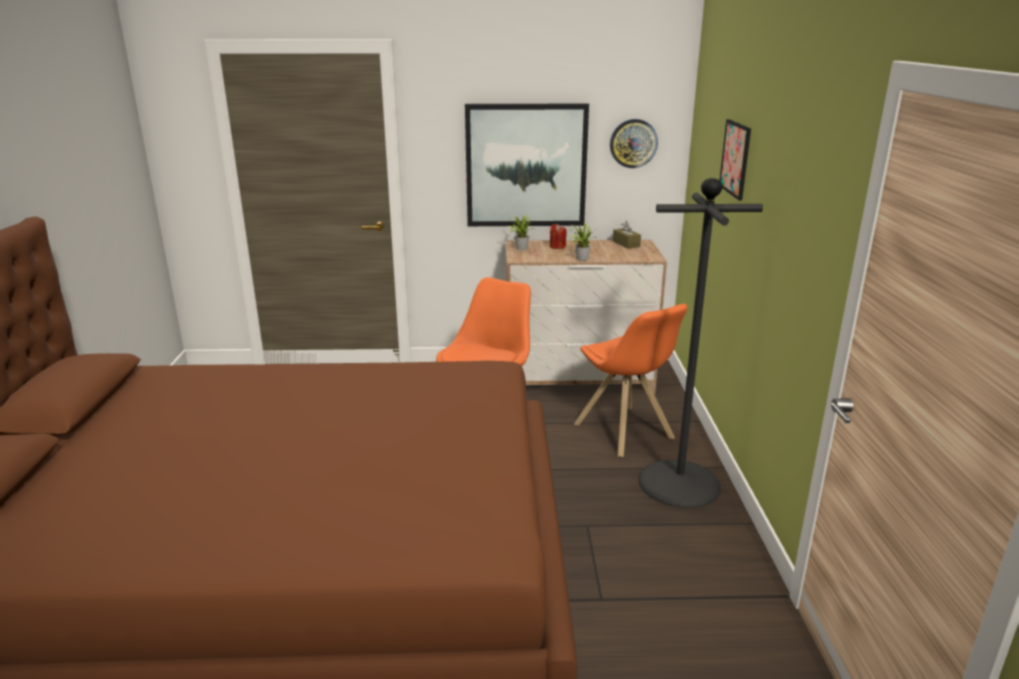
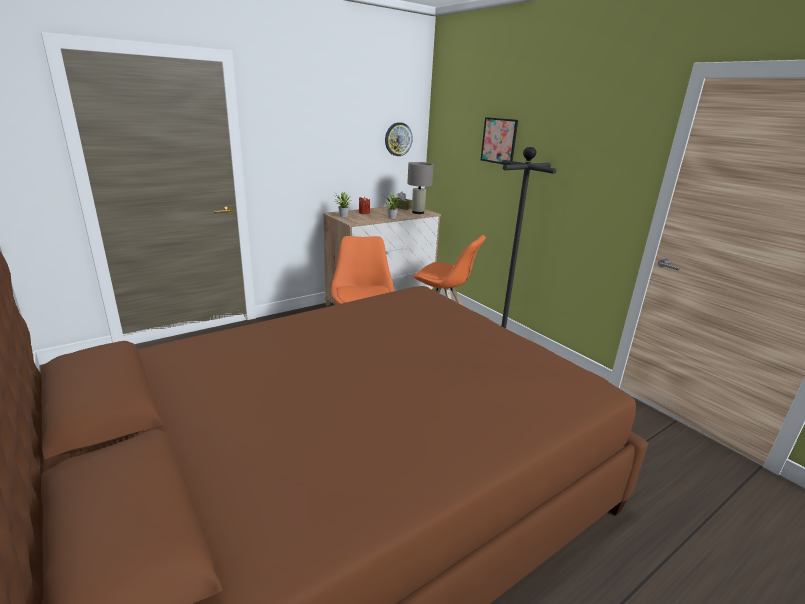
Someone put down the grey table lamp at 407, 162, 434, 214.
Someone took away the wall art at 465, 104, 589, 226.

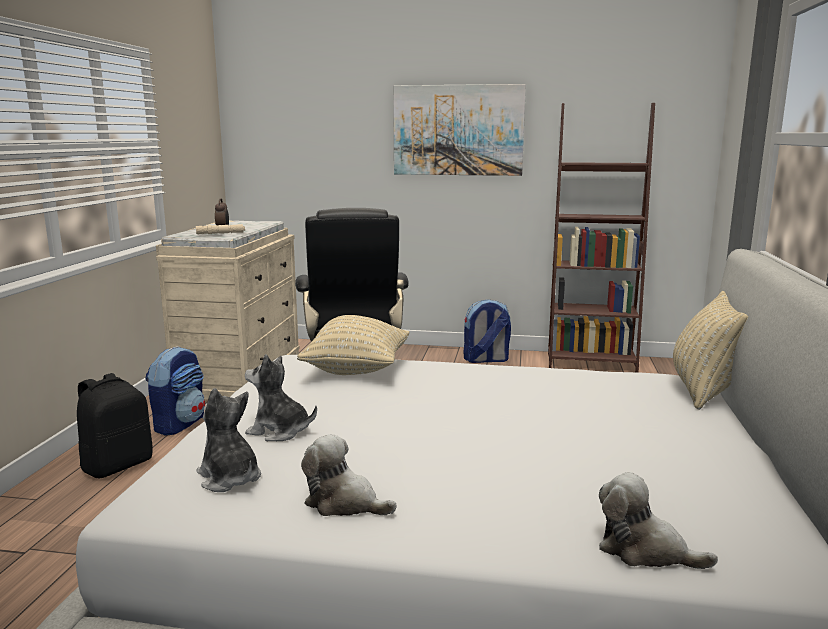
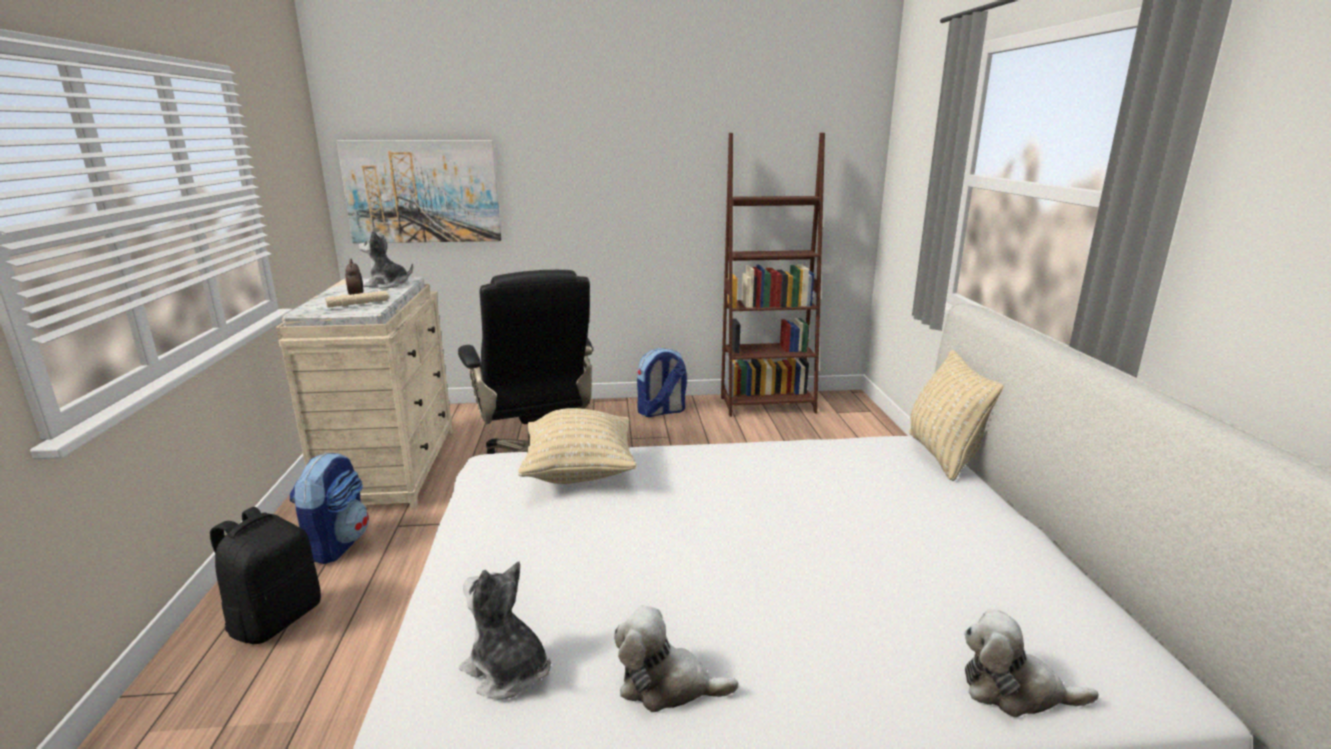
Someone carried the wall art from 393, 84, 526, 176 to 337, 140, 501, 243.
Someone carried the plush toy from 245, 354, 317, 441 to 358, 230, 413, 289.

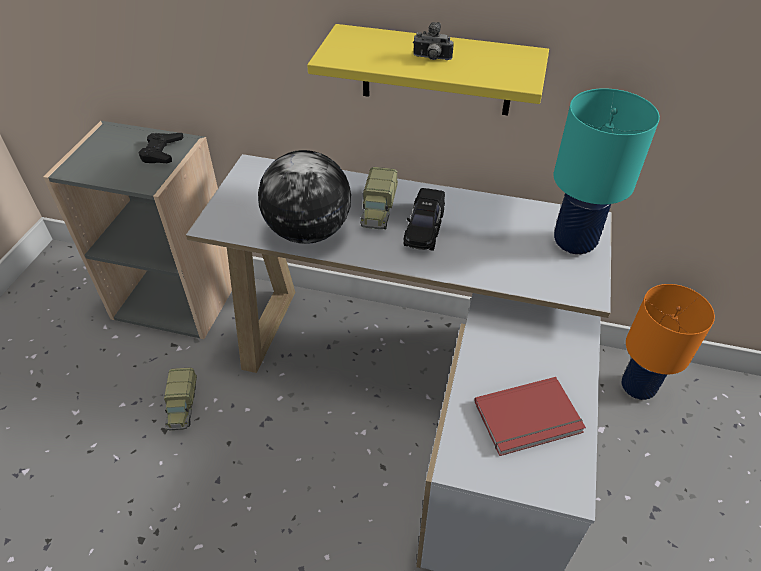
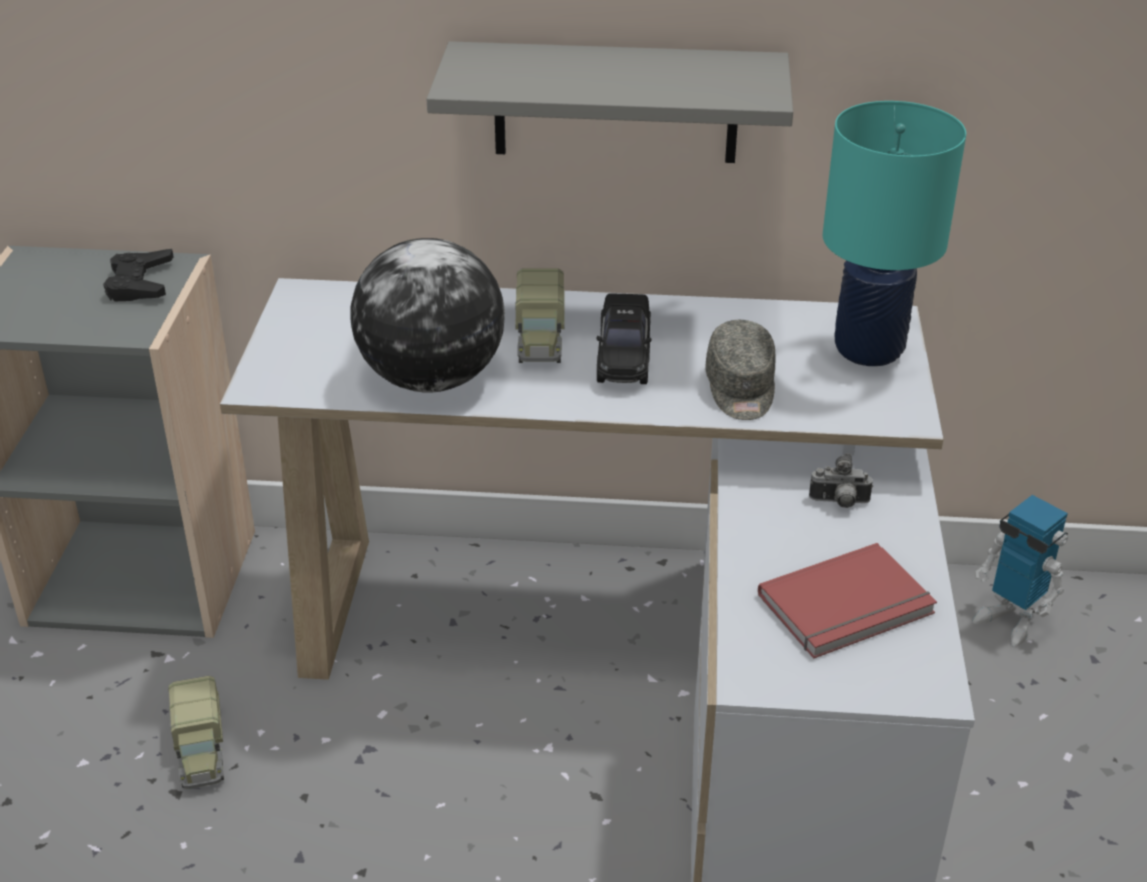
Someone repainted the yellow bracket shelf at 307, 24, 549, 116, which became the grey bracket shelf at 427, 41, 793, 163.
Someone put down the grey baseball cap at 705, 320, 775, 420.
Someone carried the still camera from 413, 22, 454, 60 to 809, 453, 873, 508.
Someone swapped the orangey table lamp at 622, 284, 715, 400 for the model robot at 973, 495, 1068, 647.

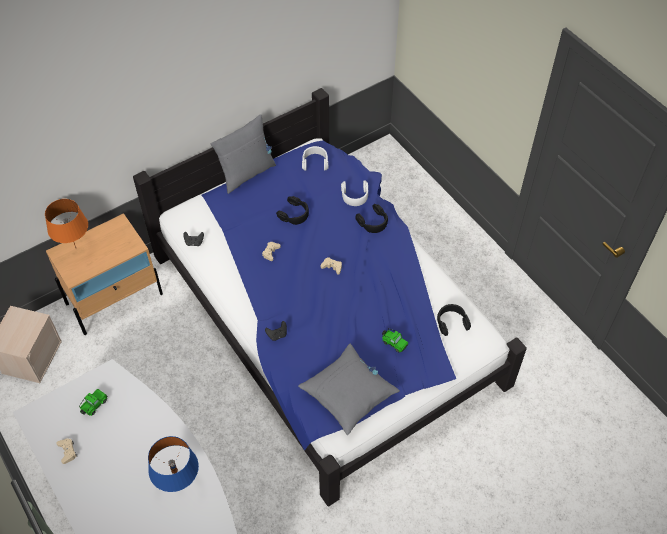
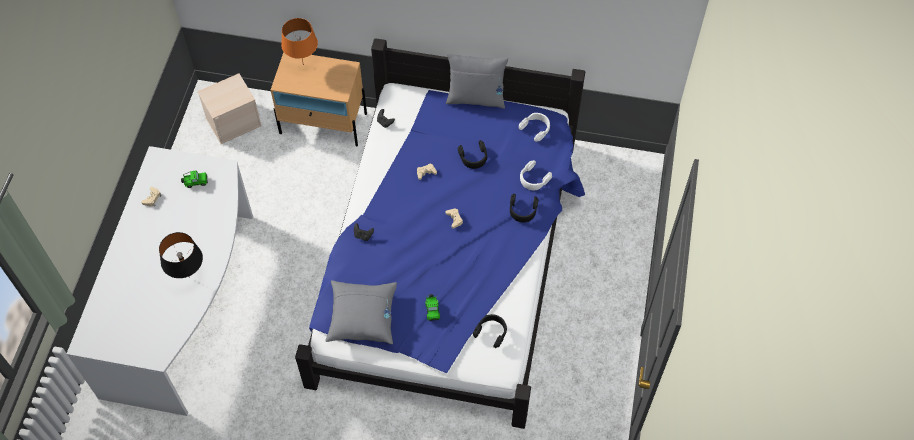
Someone repainted the blue table lamp at 148, 436, 199, 492, which became the blackish table lamp at 159, 232, 203, 278.

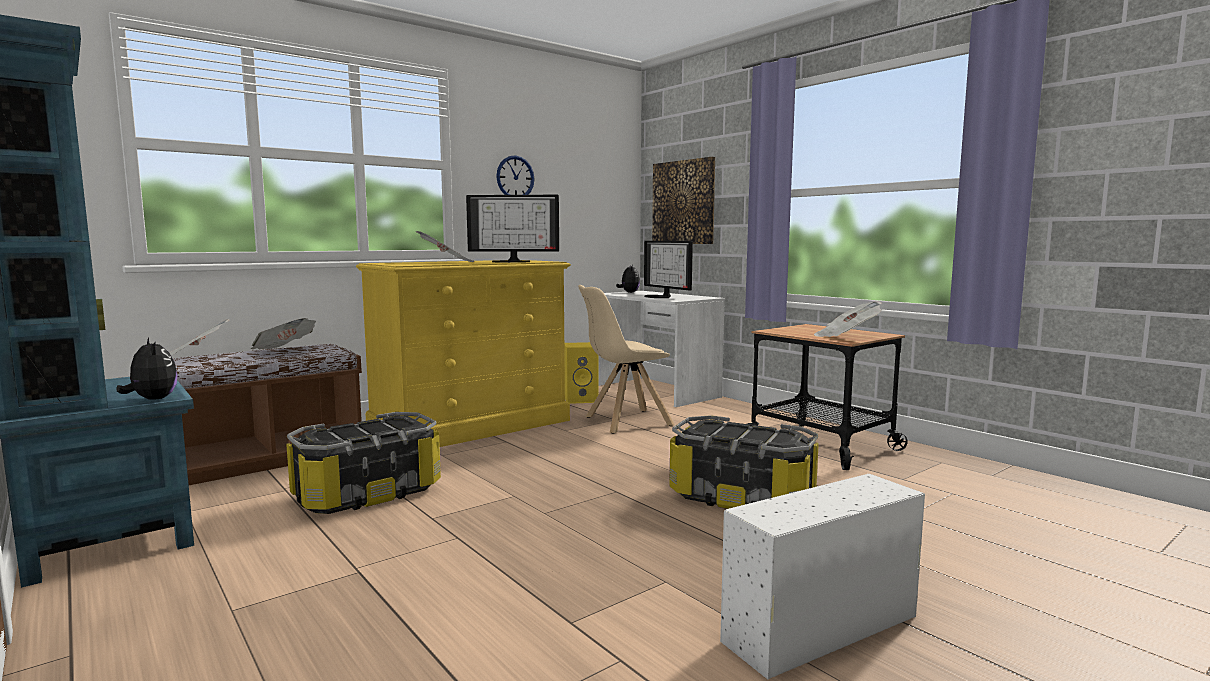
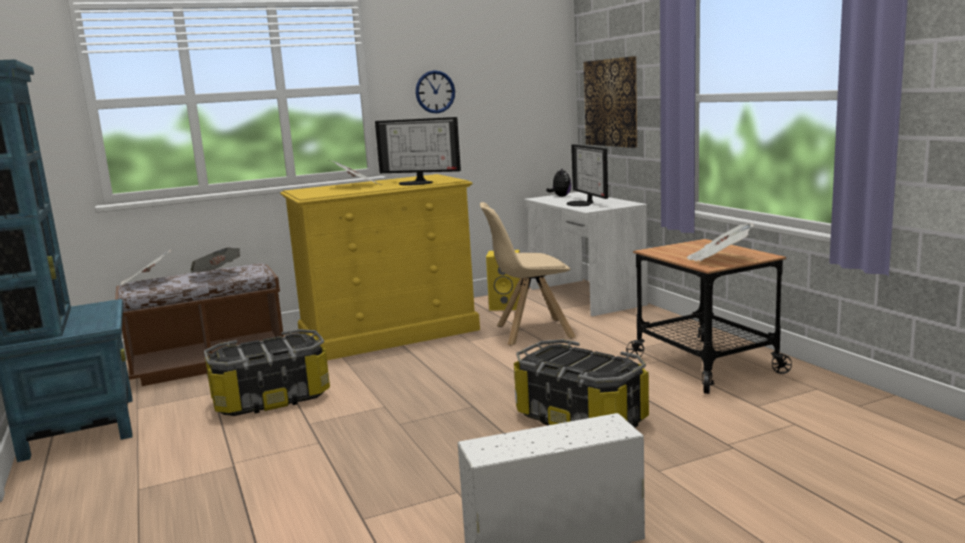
Someone took away the plush toy at 116, 338, 177, 400.

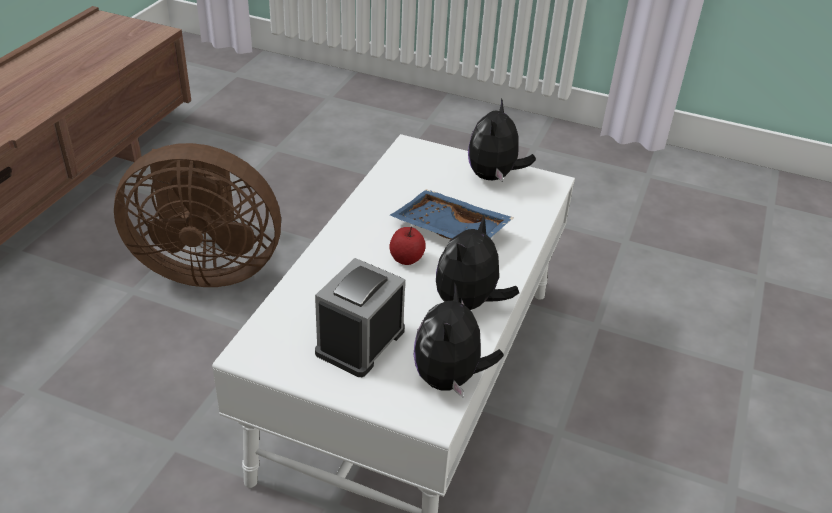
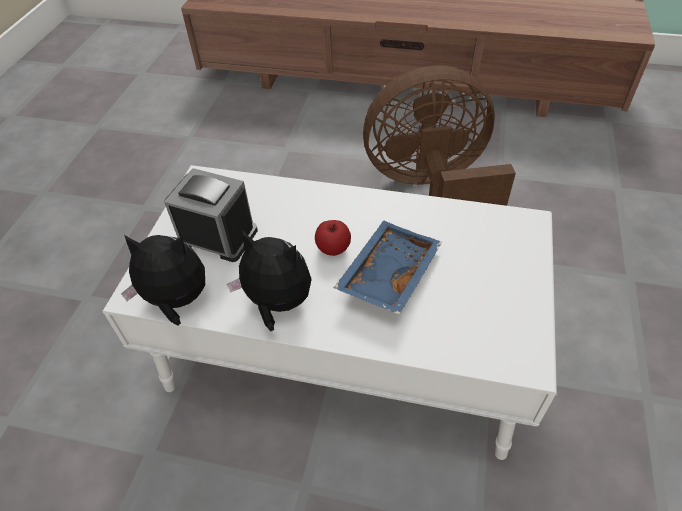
Someone rotated the brown-coloured cooling fan at 114, 143, 281, 287 by 90 degrees clockwise.
Someone took away the plush toy at 468, 98, 536, 182.

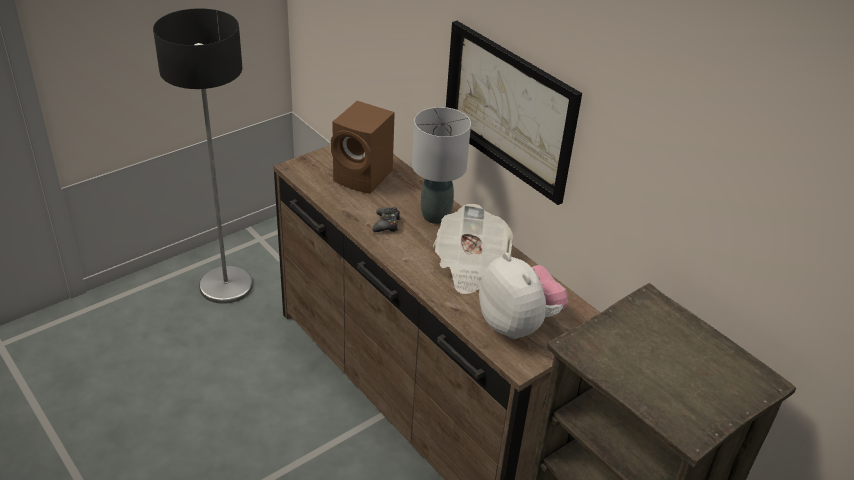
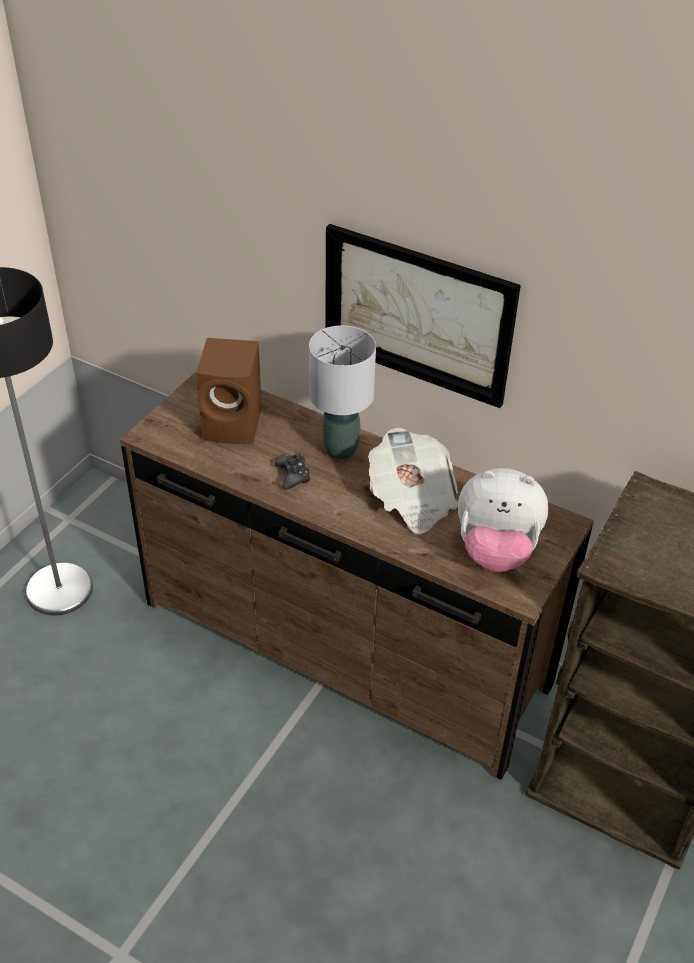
Someone rotated the plush toy at 479, 252, 568, 339 by 150 degrees clockwise.

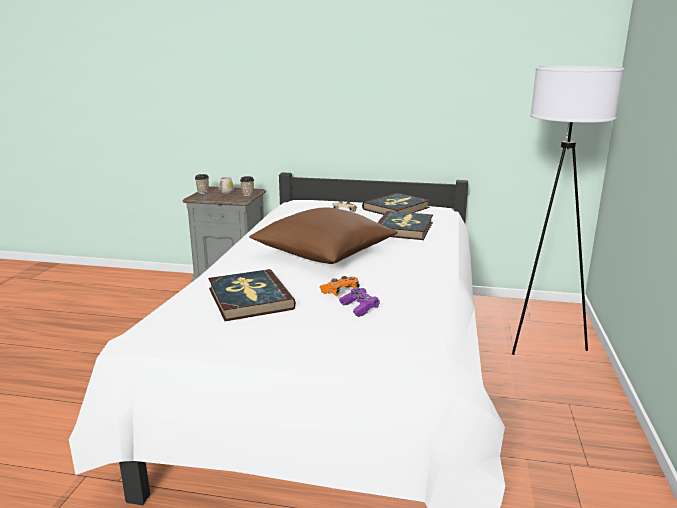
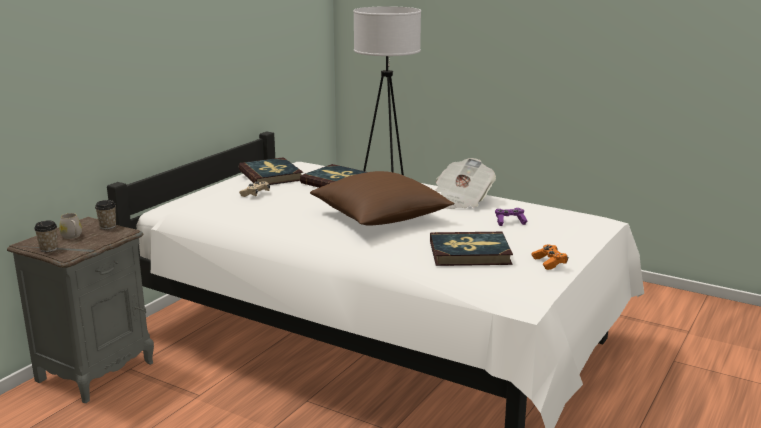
Someone put down the printed paper at 435, 158, 496, 209.
Someone carried the orangey joypad from 319, 276, 359, 296 to 531, 245, 568, 270.

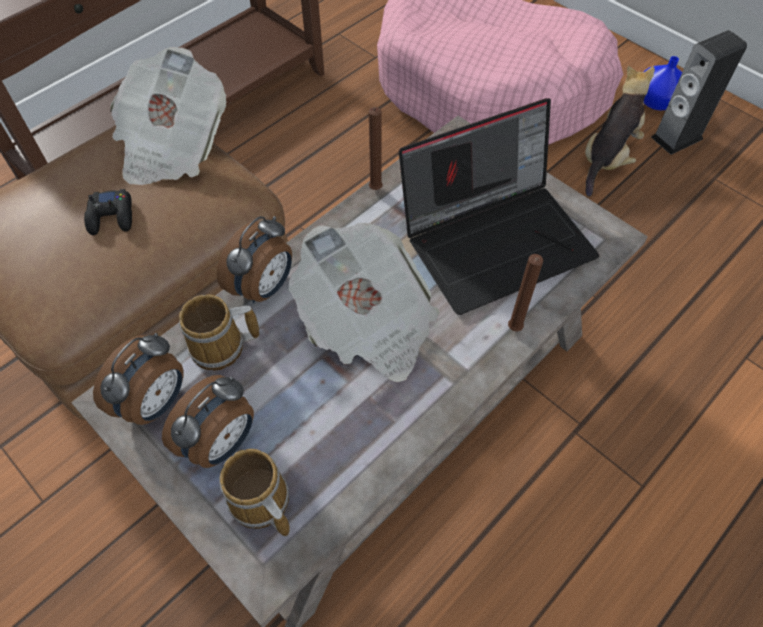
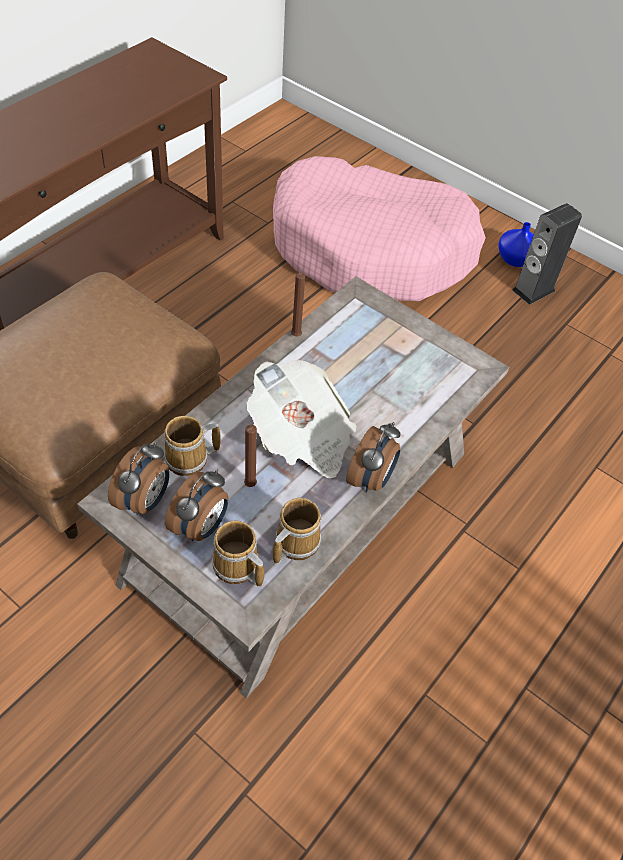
Someone carried the brown-coloured wax candle from 508, 254, 543, 332 to 244, 424, 257, 487.
Someone put down the tea mug at 273, 498, 322, 564.
Someone carried the bedside clock from 216, 216, 292, 303 to 346, 422, 401, 493.
Someone took away the blackish joypad at 84, 189, 132, 235.
Someone took away the printed paper at 110, 47, 227, 185.
Someone took away the portable computer at 399, 98, 599, 315.
Someone took away the plush toy at 585, 66, 655, 197.

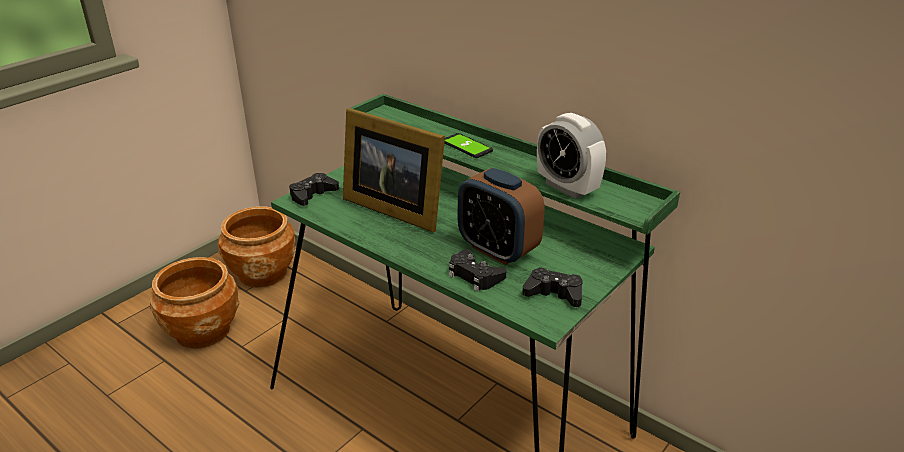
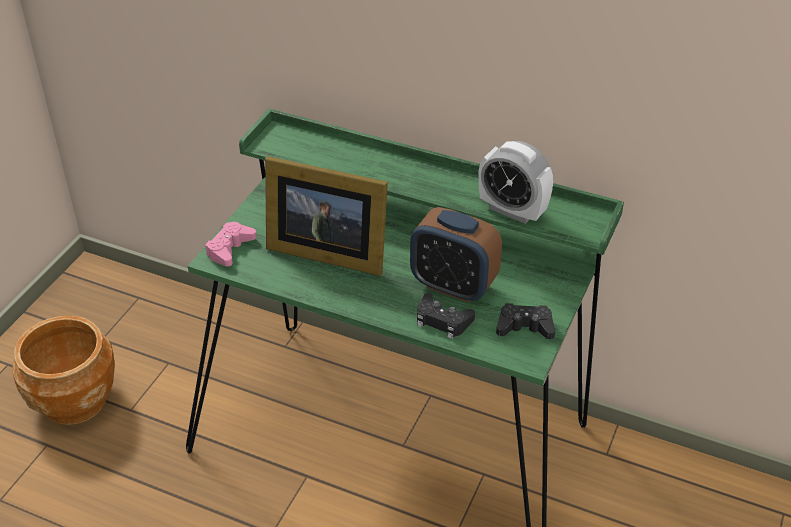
Someone repainted the blackish joypad at 289, 173, 339, 206, which became the pinkish joypad at 205, 222, 257, 267.
Someone took away the brown-coloured planter at 218, 206, 295, 288.
Someone took away the telephone at 444, 133, 493, 158.

